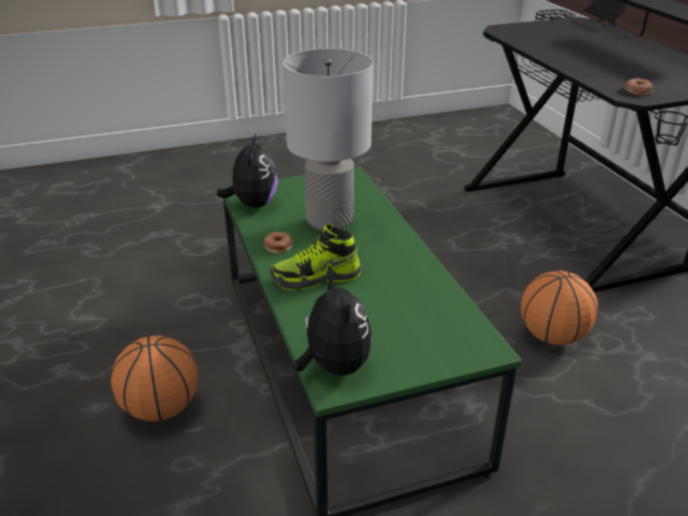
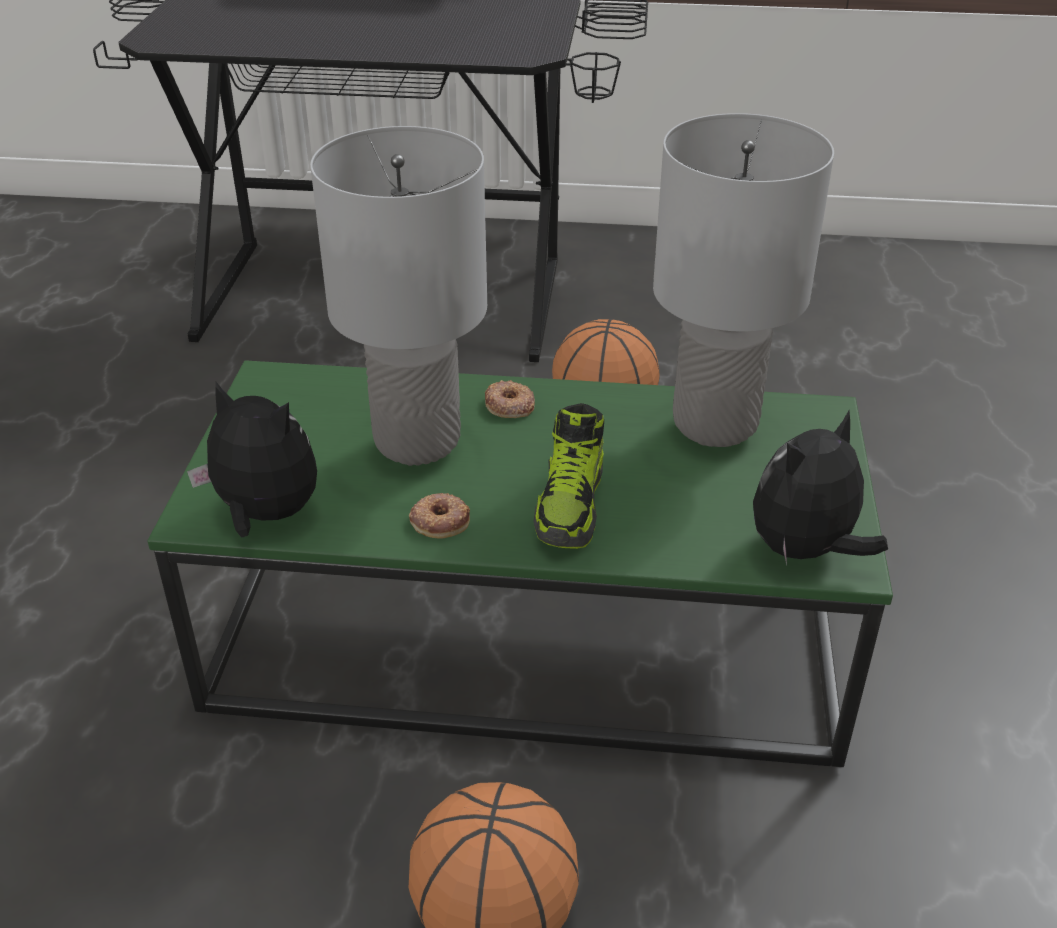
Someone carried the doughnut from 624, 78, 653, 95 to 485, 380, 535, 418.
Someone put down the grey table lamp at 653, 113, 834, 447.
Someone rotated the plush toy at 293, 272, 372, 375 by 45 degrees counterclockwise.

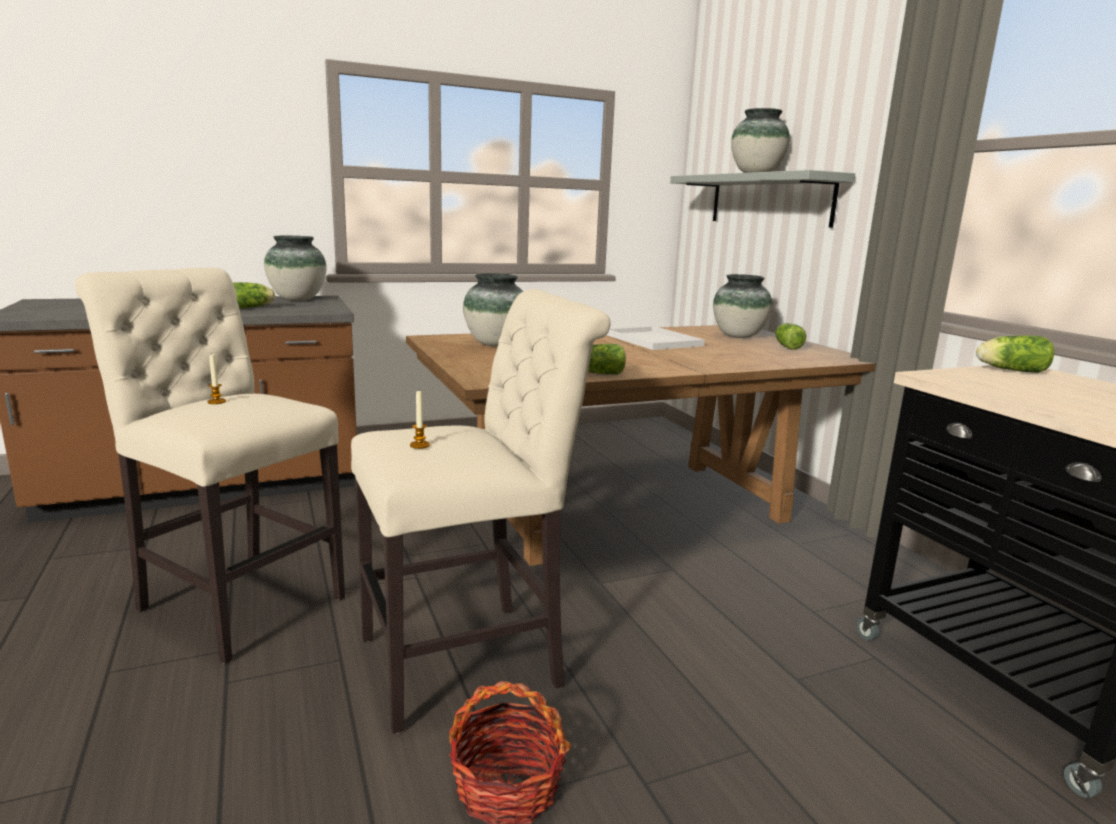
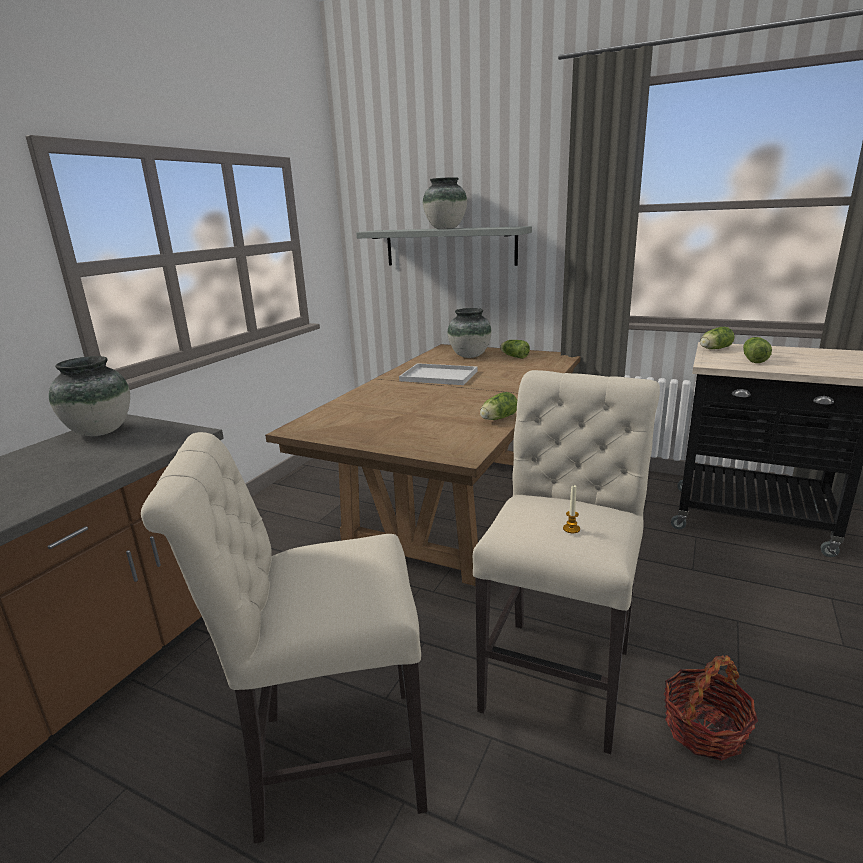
Someone carried the lettuce head from 233, 282, 275, 309 to 743, 337, 772, 363.
Someone took away the wax candle at 207, 354, 226, 404.
Someone took away the vase at 463, 273, 523, 346.

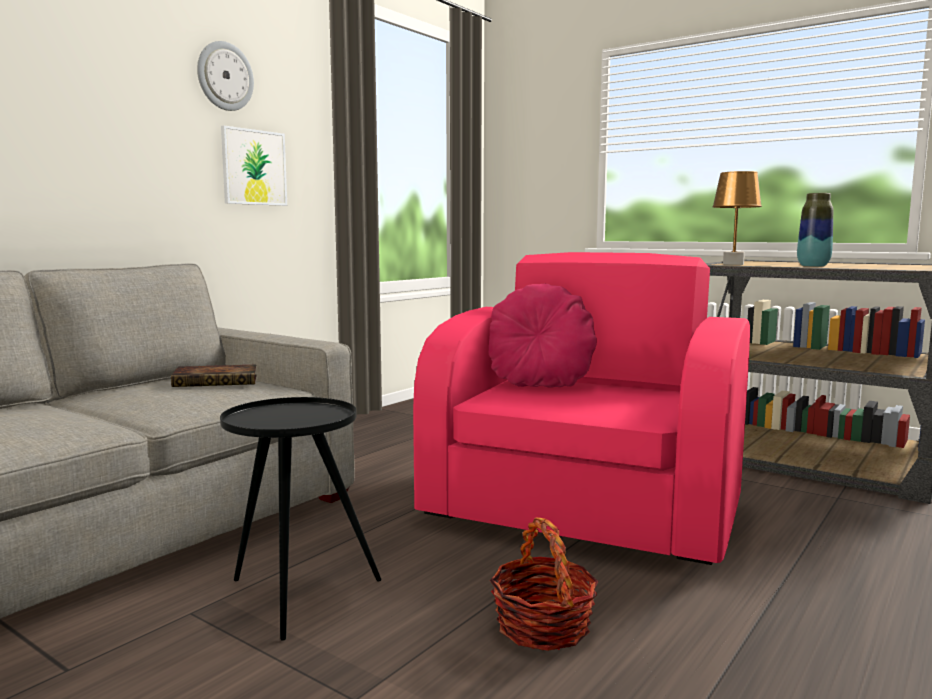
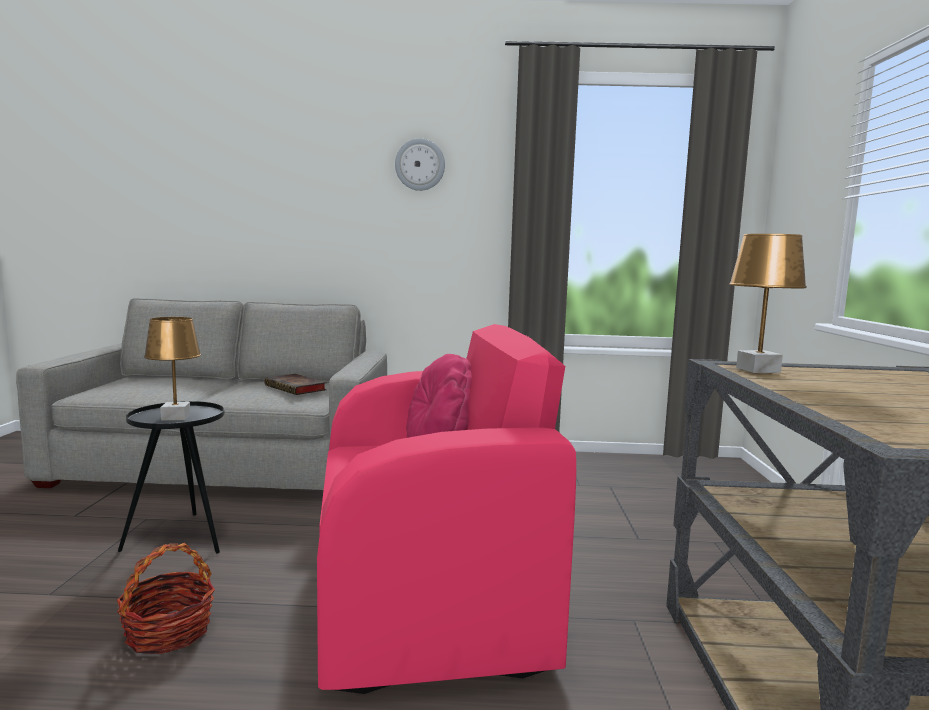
Someone put down the brown-coloured table lamp at 144, 317, 201, 421.
Someone took away the wall art at 221, 126, 287, 206.
Someone took away the vase at 797, 193, 833, 267.

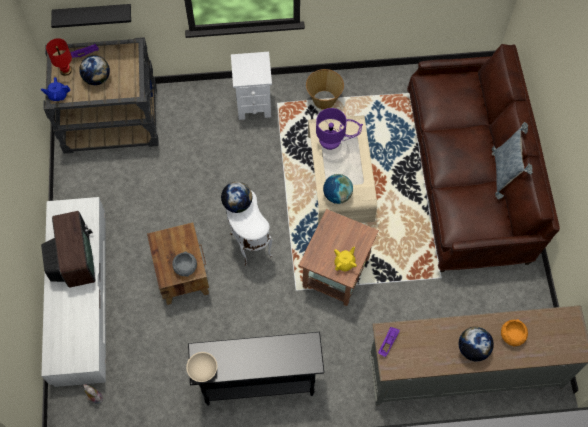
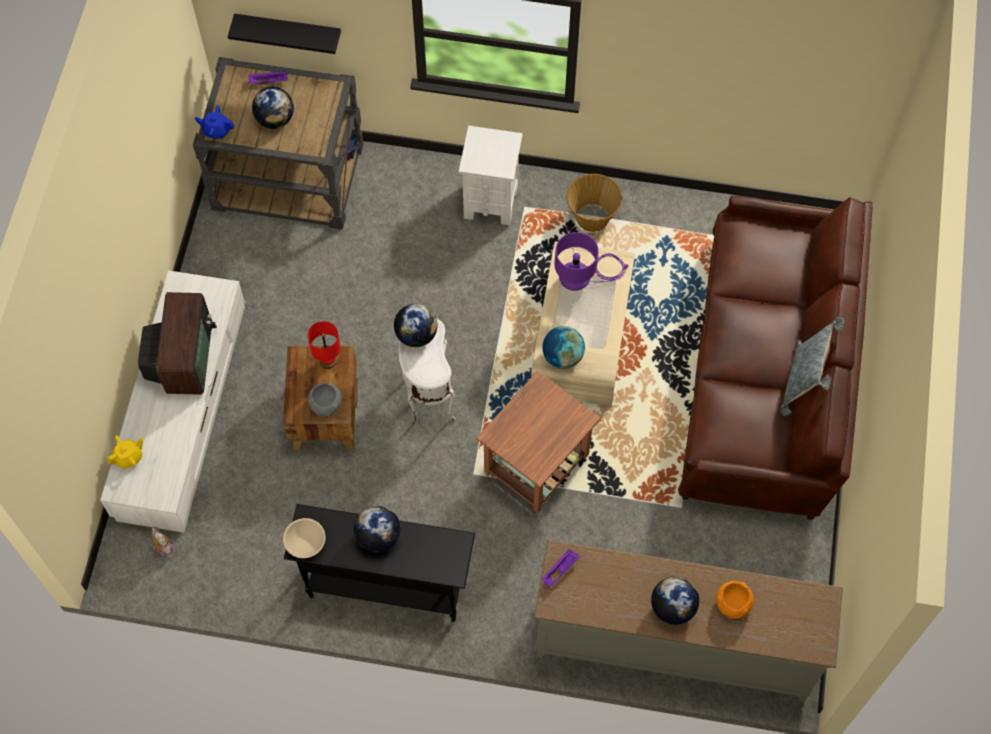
Someone carried the yellow teapot from 334, 246, 357, 271 to 108, 435, 143, 468.
Someone carried the red-coloured table lamp from 46, 38, 72, 76 to 308, 321, 341, 369.
Someone put down the globe at 354, 505, 400, 552.

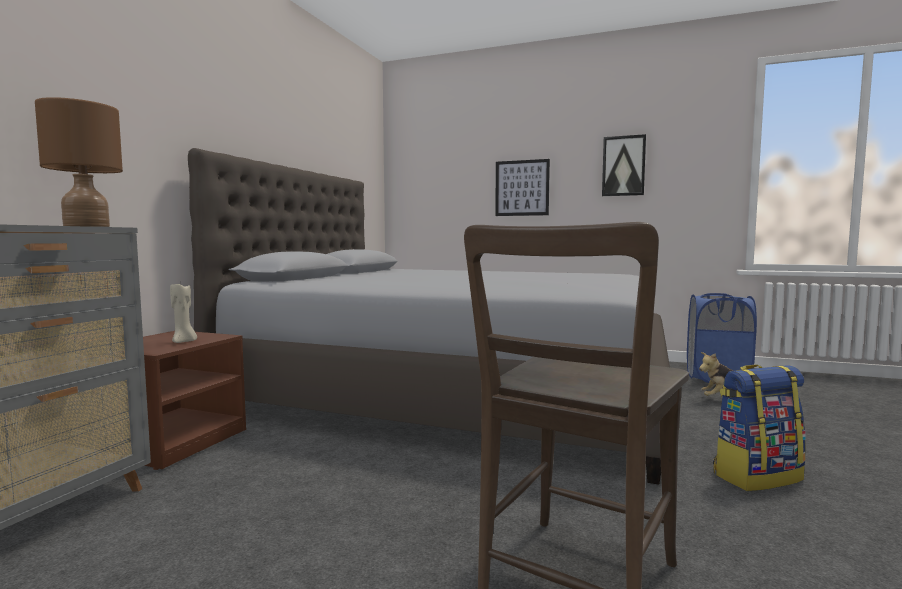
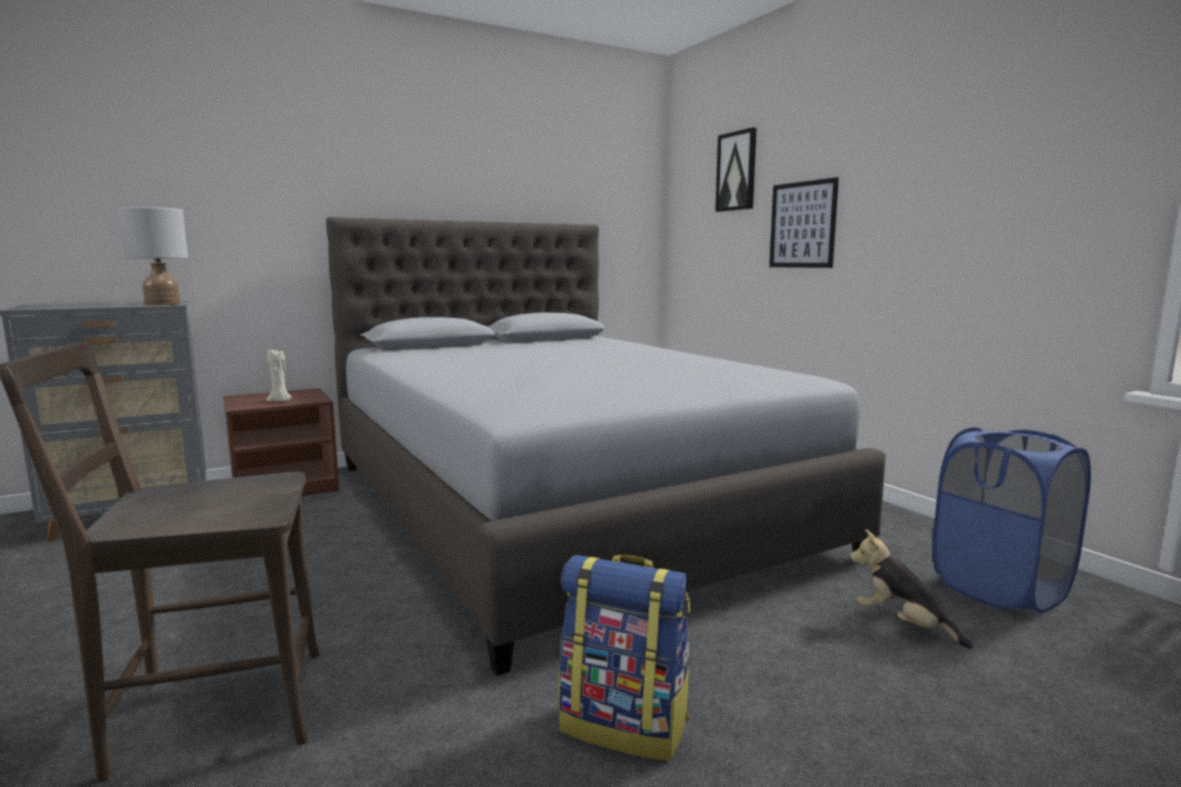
Someone repainted the brown-coloured table lamp at 35, 97, 123, 227, which became the grey table lamp at 119, 207, 188, 305.
Someone carried the wall art from 602, 134, 646, 196 to 715, 127, 757, 212.

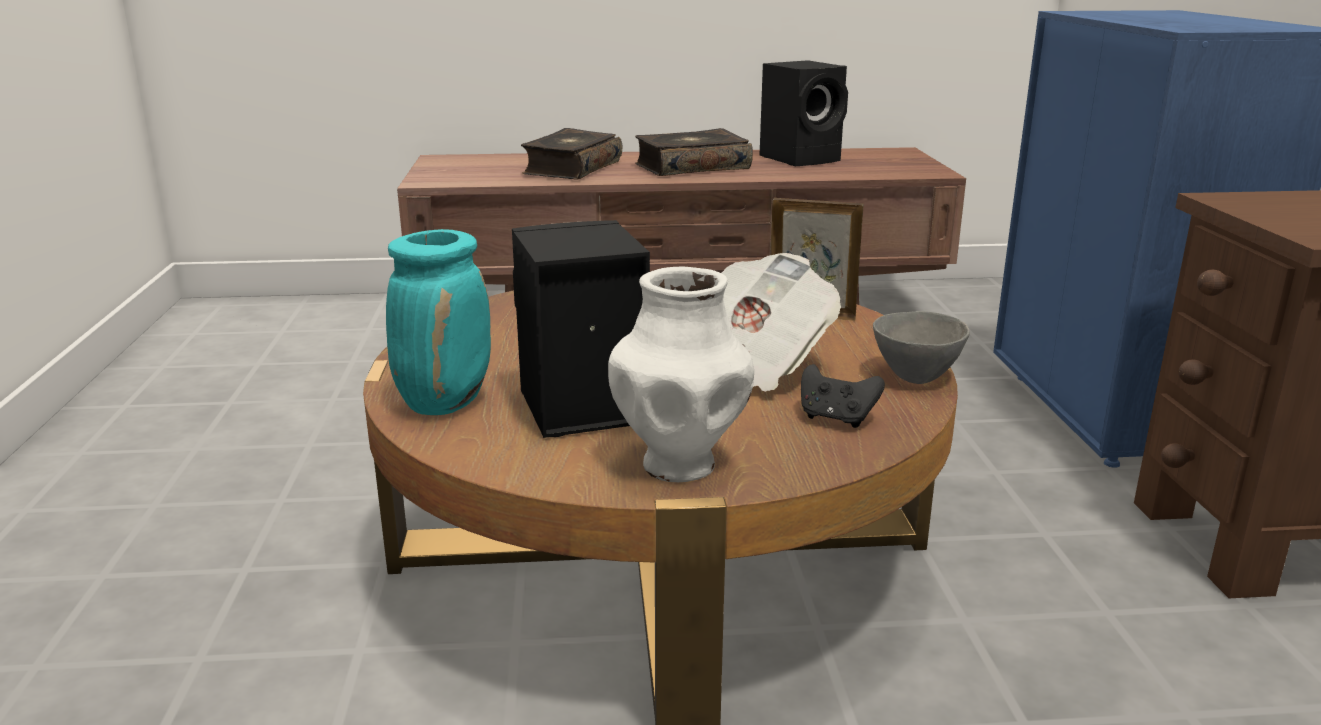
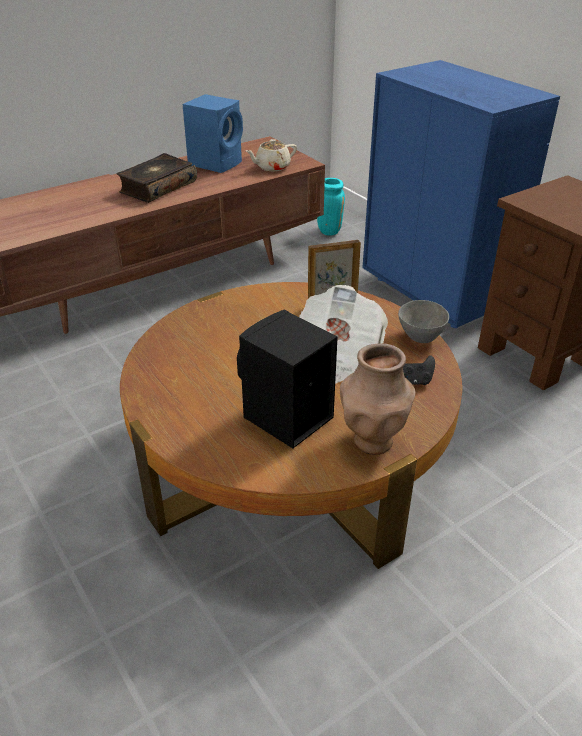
Someone repainted the blackish speaker at 759, 60, 848, 166, which became the blue speaker at 182, 94, 243, 173.
Someone put down the beige-coloured teapot at 246, 139, 297, 171.
Someone carried the turquoise vase from 386, 229, 491, 415 to 317, 178, 345, 236.
Someone repainted the white vase at 608, 266, 754, 482, which became the brown-coloured vase at 340, 343, 416, 455.
Someone took away the bound book at 521, 128, 622, 180.

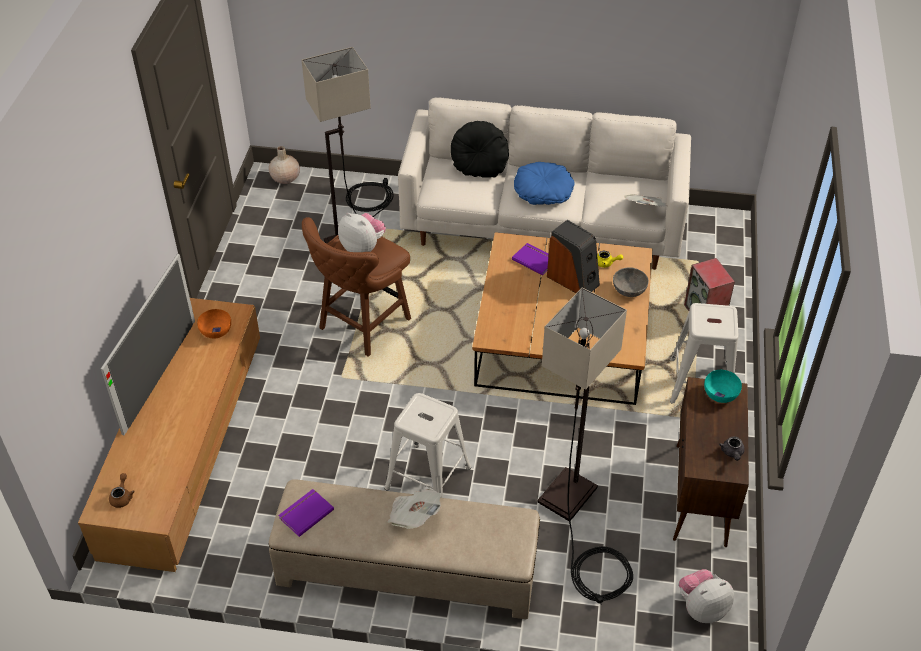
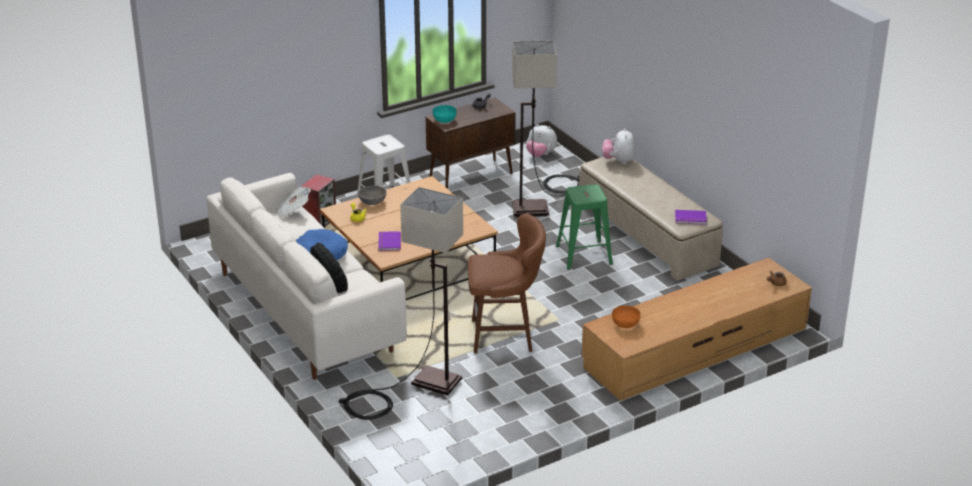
Someone repainted the white sitting stool at 384, 393, 471, 498, which became the green-coloured sitting stool at 556, 184, 613, 270.
Someone carried the plush toy from 338, 212, 386, 252 to 602, 128, 635, 164.
Someone took away the TV set at 100, 254, 195, 435.
Someone took away the beige-coloured vase at 269, 146, 300, 184.
Someone took away the printed paper at 387, 489, 442, 529.
Someone took away the speaker at 547, 220, 600, 293.

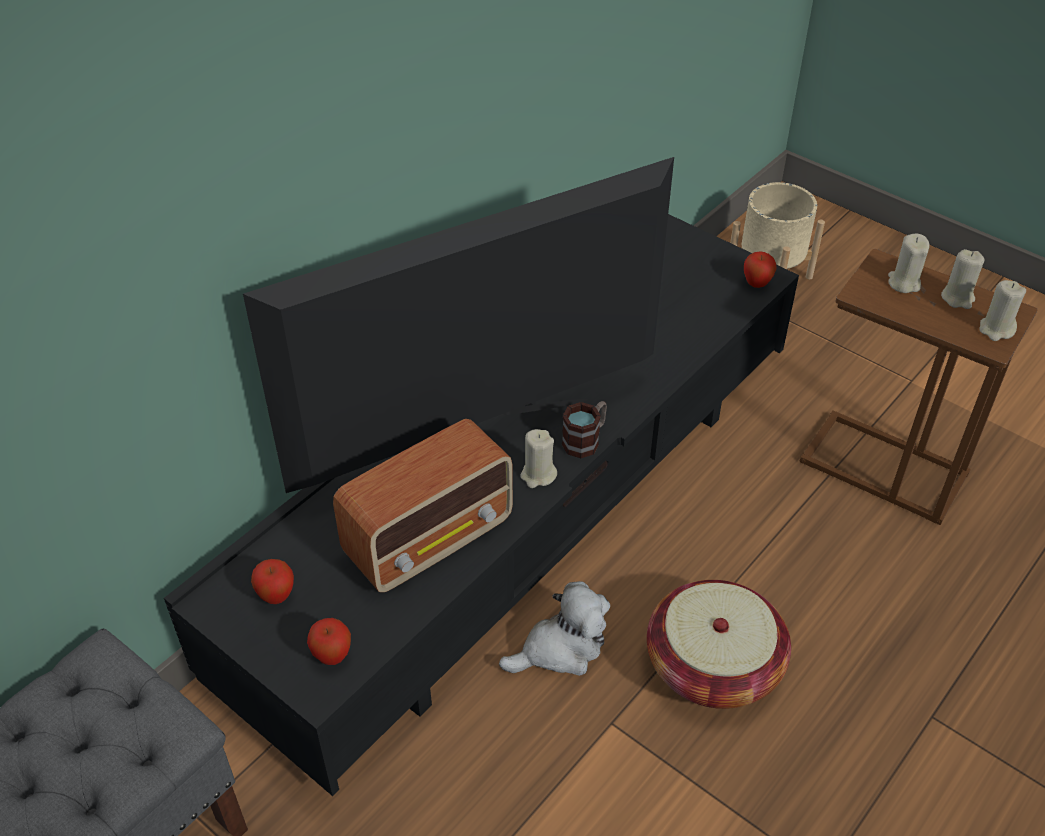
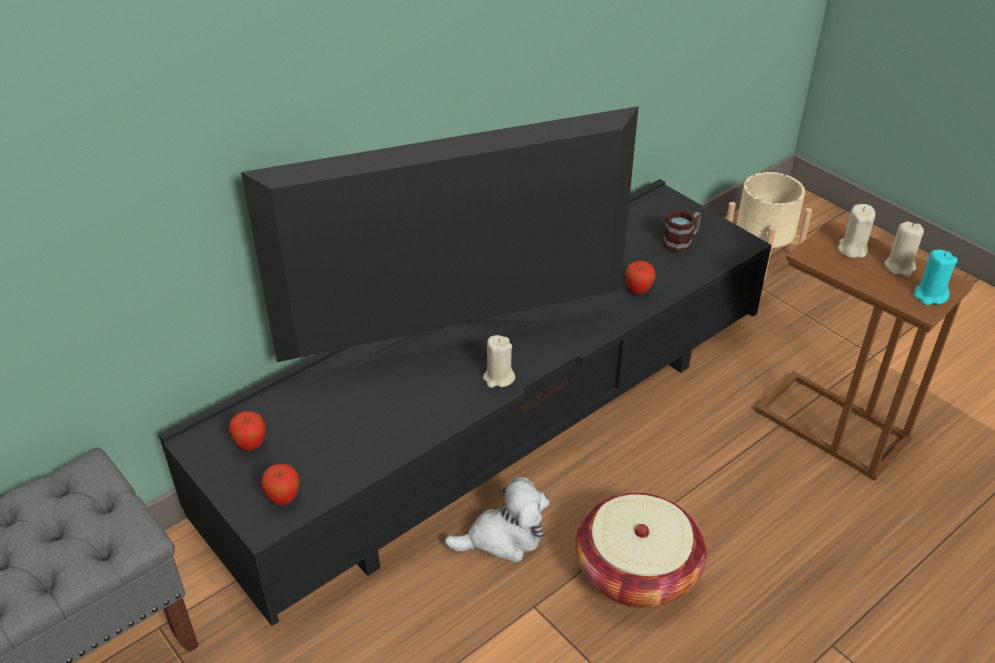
Someone carried the apple from 744, 251, 777, 288 to 625, 261, 656, 294.
Someone carried the tea mug from 562, 401, 607, 458 to 663, 210, 701, 253.
Someone repainted the beige-coloured wax candle at 979, 280, 1026, 341, which became the turquoise wax candle at 914, 249, 958, 305.
Someone took away the radio set at 333, 419, 513, 592.

